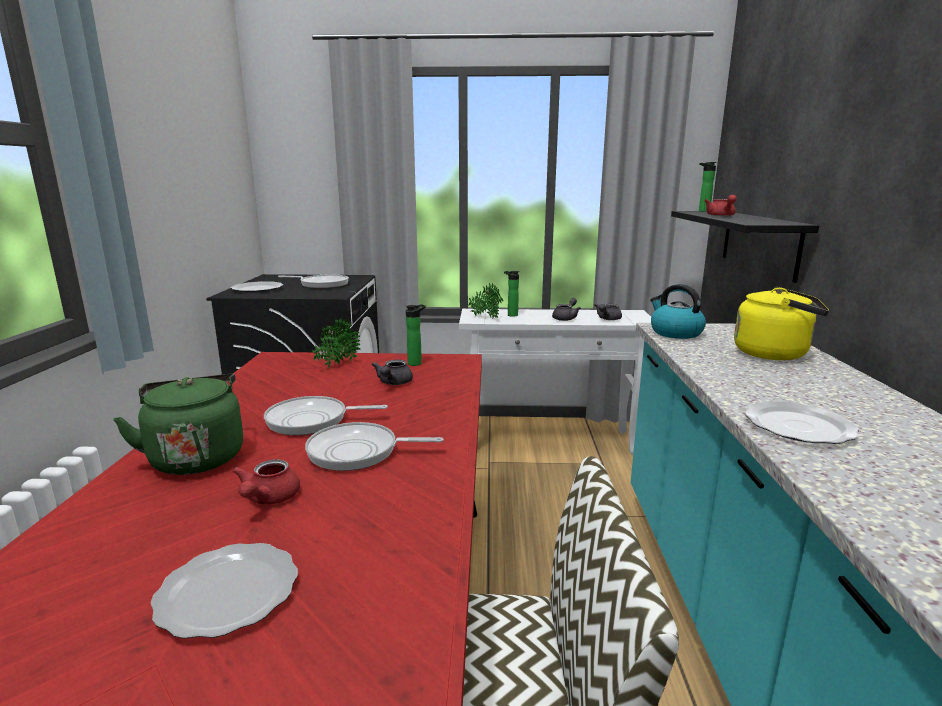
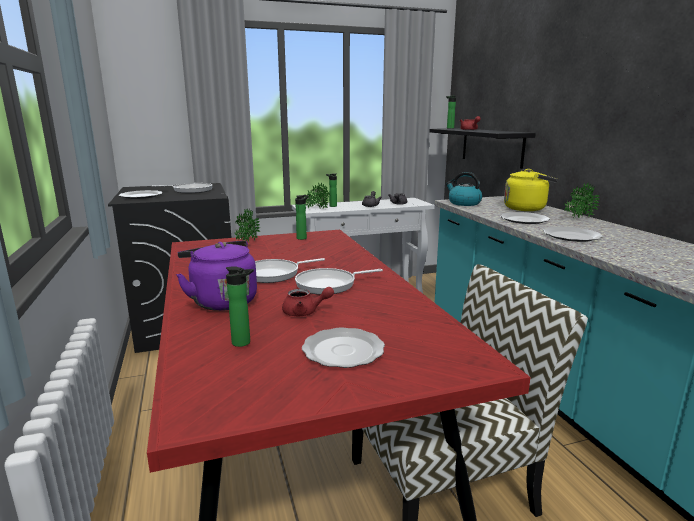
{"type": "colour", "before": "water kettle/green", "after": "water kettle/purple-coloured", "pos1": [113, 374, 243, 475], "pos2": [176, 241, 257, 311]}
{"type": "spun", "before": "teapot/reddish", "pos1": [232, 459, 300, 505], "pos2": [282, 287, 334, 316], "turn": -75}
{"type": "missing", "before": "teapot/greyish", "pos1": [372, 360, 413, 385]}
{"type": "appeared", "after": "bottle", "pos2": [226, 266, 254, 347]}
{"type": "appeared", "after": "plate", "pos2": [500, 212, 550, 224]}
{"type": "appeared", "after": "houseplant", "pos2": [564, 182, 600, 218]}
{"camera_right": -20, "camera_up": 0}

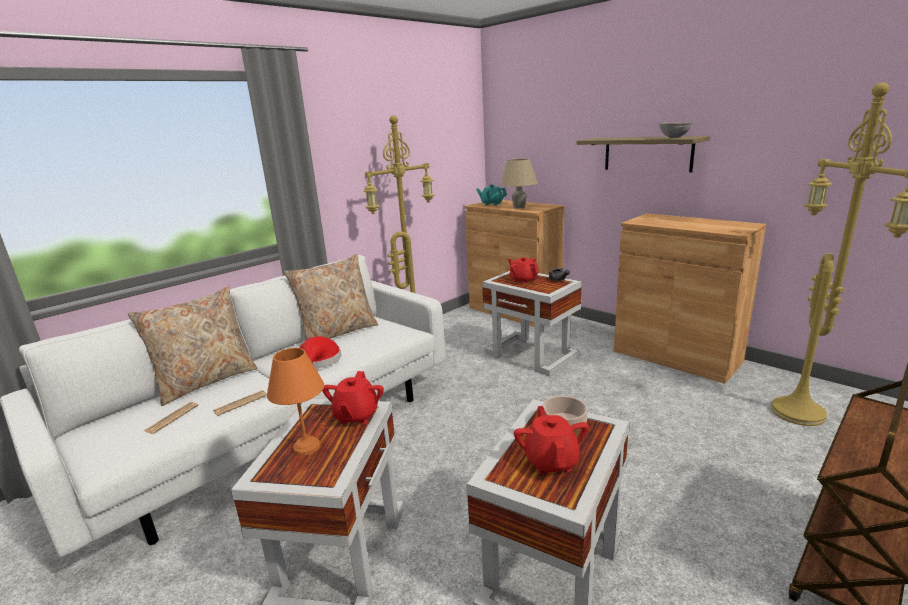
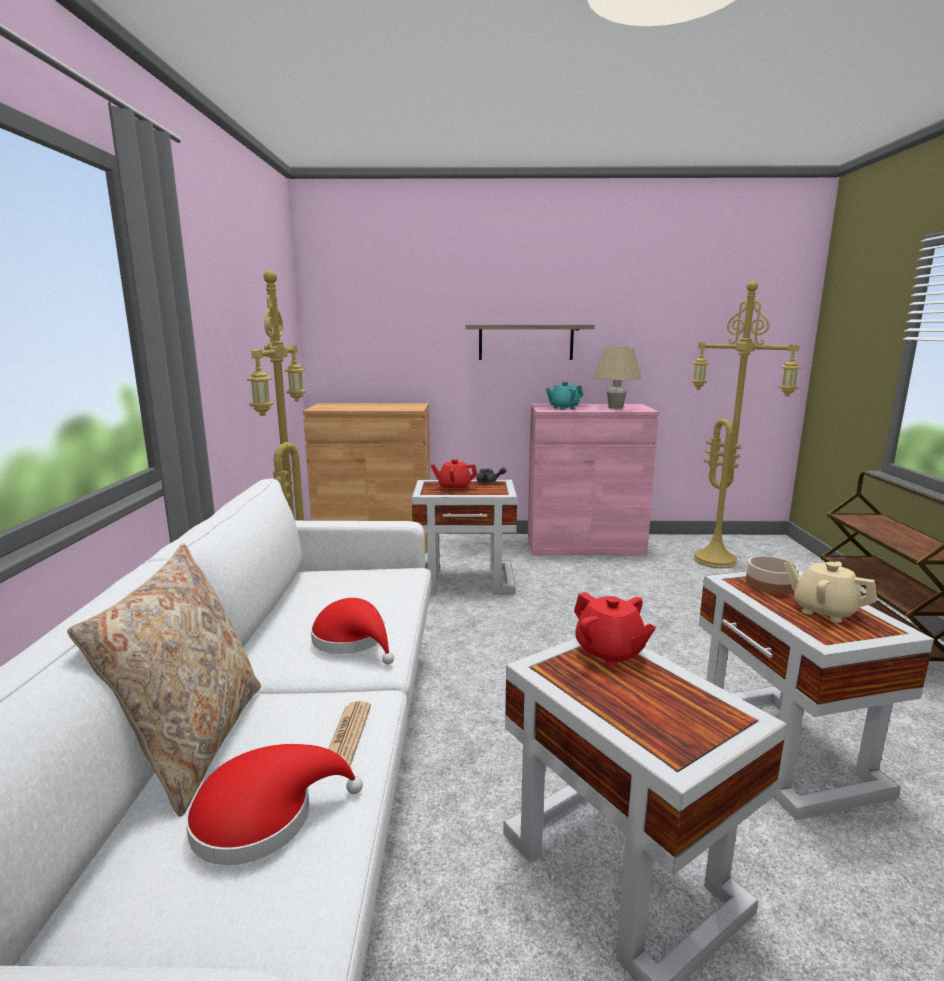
{"type": "exchanged", "before": "printed paper", "after": "wearable hat/reddish", "pos1": [144, 402, 198, 434], "pos2": [186, 744, 363, 865]}
{"type": "missing", "before": "tabletop lamp/orange", "pos1": [267, 348, 324, 456]}
{"type": "missing", "before": "pillow/beige-coloured", "pos1": [284, 254, 378, 340]}
{"type": "relocated", "before": "teapot/turquoise", "pos1": [476, 184, 507, 206], "pos2": [546, 382, 583, 410]}
{"type": "relocated", "before": "tabletop lamp/beige-coloured", "pos1": [500, 158, 538, 209], "pos2": [594, 347, 642, 409]}
{"type": "colour", "before": "teapot/reddish", "after": "teapot/beige-coloured", "pos1": [514, 406, 589, 474], "pos2": [784, 561, 877, 623]}
{"type": "colour", "before": "cabinet/brown-coloured", "after": "cabinet/pinkish", "pos1": [614, 213, 766, 384], "pos2": [528, 404, 659, 555]}
{"type": "missing", "before": "bowl/greyish", "pos1": [659, 122, 692, 138]}
{"camera_right": -45, "camera_up": -5}

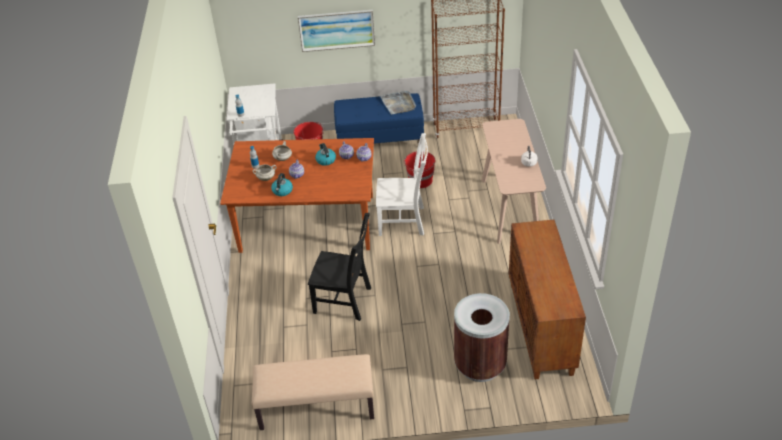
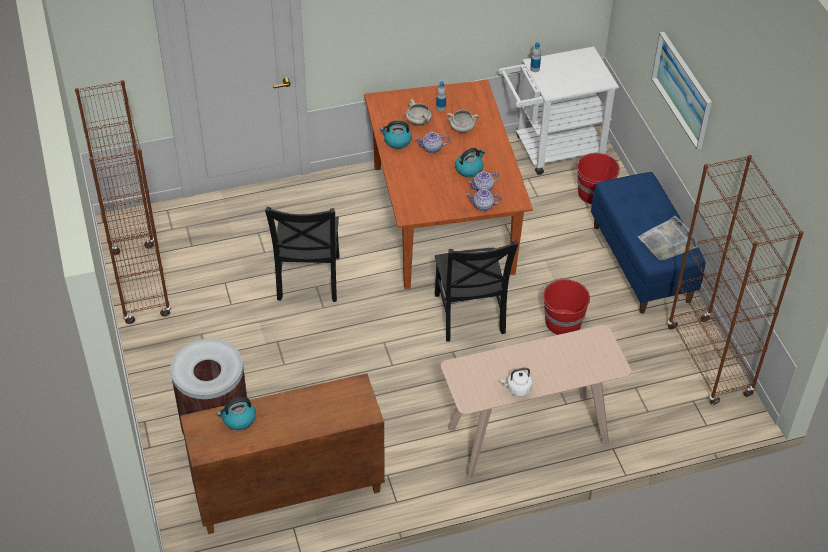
{"type": "exchanged", "before": "indoor bench/beige-coloured", "after": "bookshelf/brown-coloured", "pos1": [252, 354, 374, 430], "pos2": [75, 80, 171, 324]}
{"type": "colour", "before": "upright chair/white", "after": "upright chair/blackish", "pos1": [376, 133, 428, 236], "pos2": [435, 240, 518, 342]}
{"type": "appeared", "after": "water kettle", "pos2": [216, 397, 256, 430]}
{"camera_right": 75, "camera_up": 5}

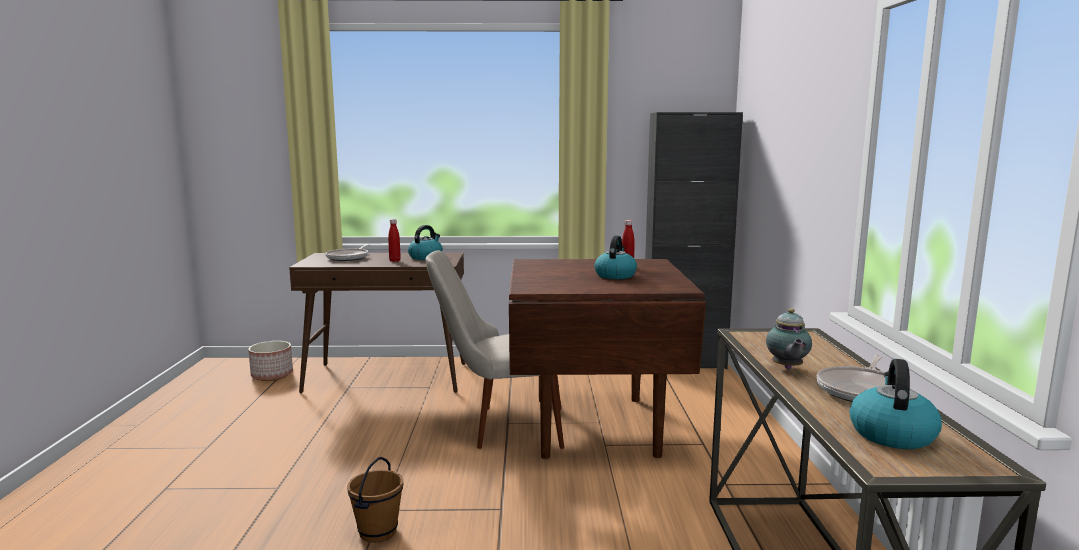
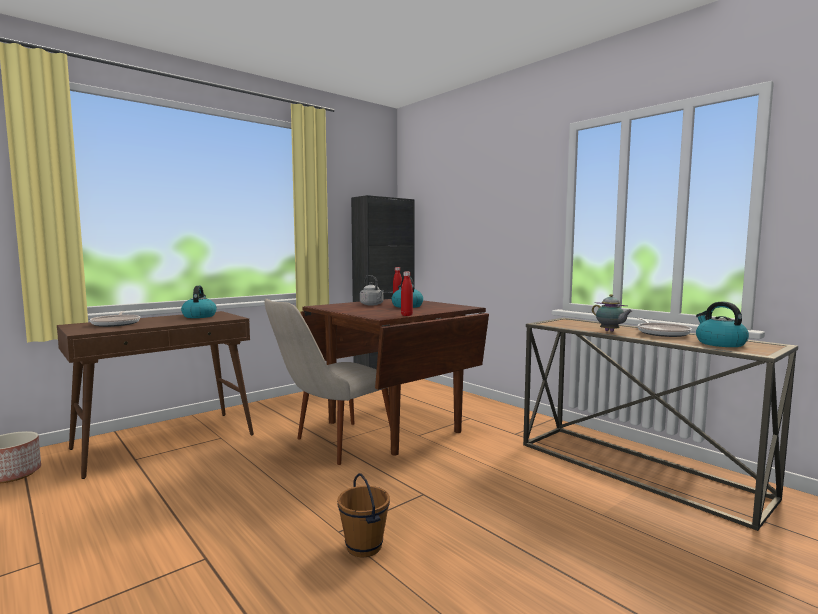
{"type": "relocated", "before": "bottle/reddish", "pos1": [388, 219, 401, 262], "pos2": [401, 272, 413, 316]}
{"type": "appeared", "after": "water kettle/greyish", "pos2": [360, 275, 384, 305]}
{"camera_right": -40, "camera_up": -5}

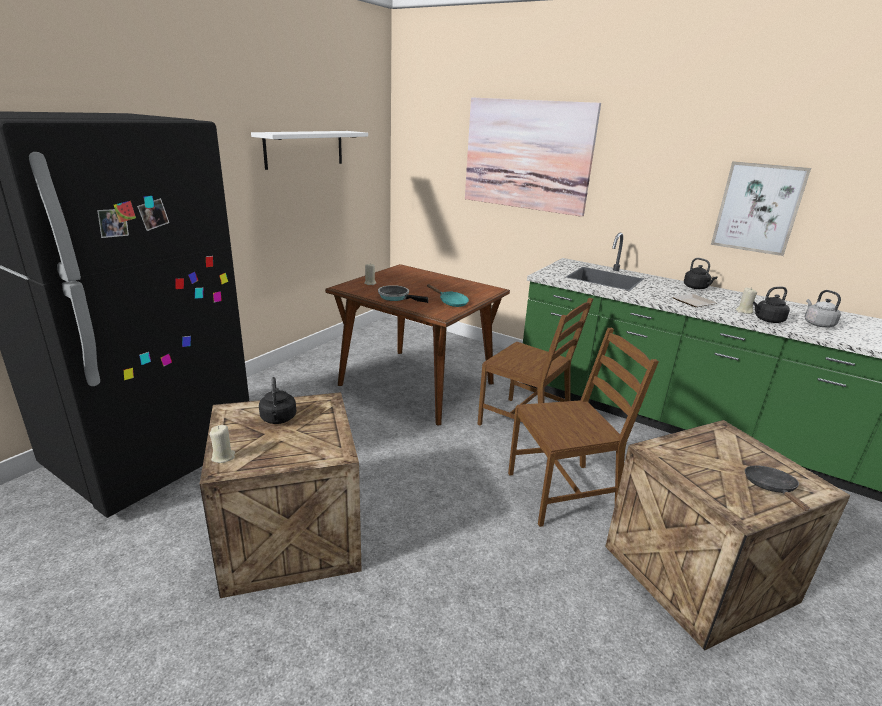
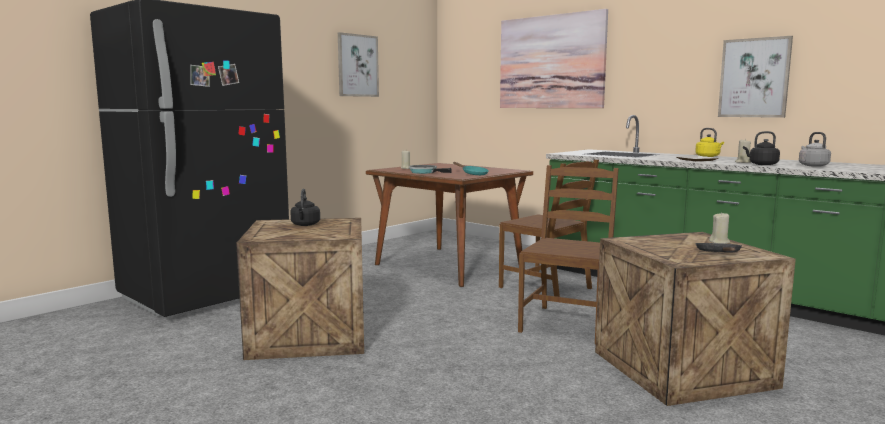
{"type": "relocated", "before": "wax light/beige-coloured", "pos1": [209, 425, 235, 463], "pos2": [709, 212, 730, 244]}
{"type": "exchanged", "before": "shelf/white", "after": "wall picture", "pos1": [251, 131, 368, 170], "pos2": [338, 32, 379, 97]}
{"type": "spun", "before": "upright chair/brown-coloured", "pos1": [508, 328, 659, 527], "pos2": [518, 165, 619, 344], "turn": -60}
{"type": "colour", "before": "water kettle/blackish", "after": "water kettle/yellow-coloured", "pos1": [684, 258, 717, 289], "pos2": [695, 128, 724, 157]}
{"camera_right": 10, "camera_up": -15}

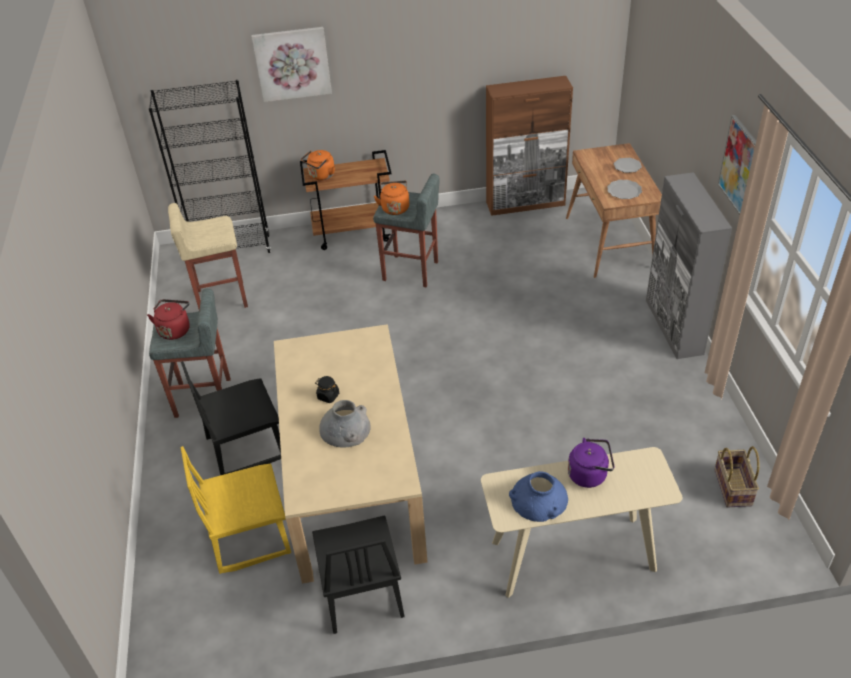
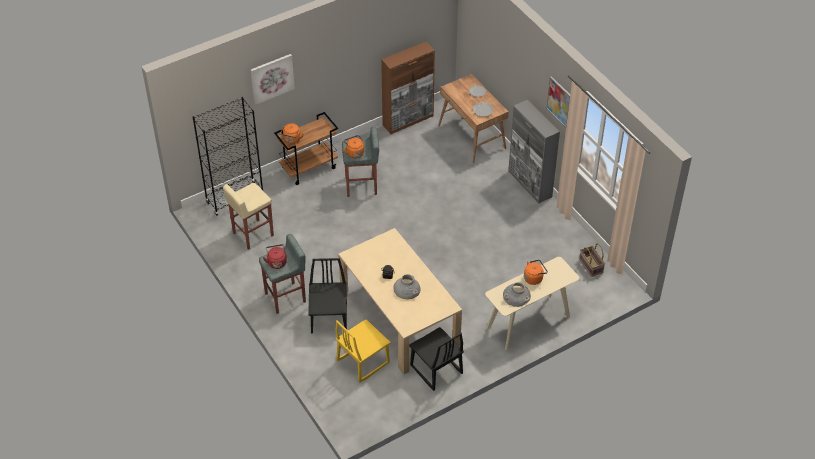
{"type": "spun", "before": "upright chair/blackish", "pos1": [181, 361, 281, 475], "pos2": [309, 258, 347, 333], "turn": 135}
{"type": "colour", "before": "decorative vase/blue-coloured", "after": "decorative vase/greyish", "pos1": [509, 471, 568, 522], "pos2": [503, 282, 531, 307]}
{"type": "colour", "before": "water kettle/purple-coloured", "after": "water kettle/orange", "pos1": [568, 438, 614, 488], "pos2": [524, 260, 548, 285]}
{"camera_right": -25, "camera_up": 5}

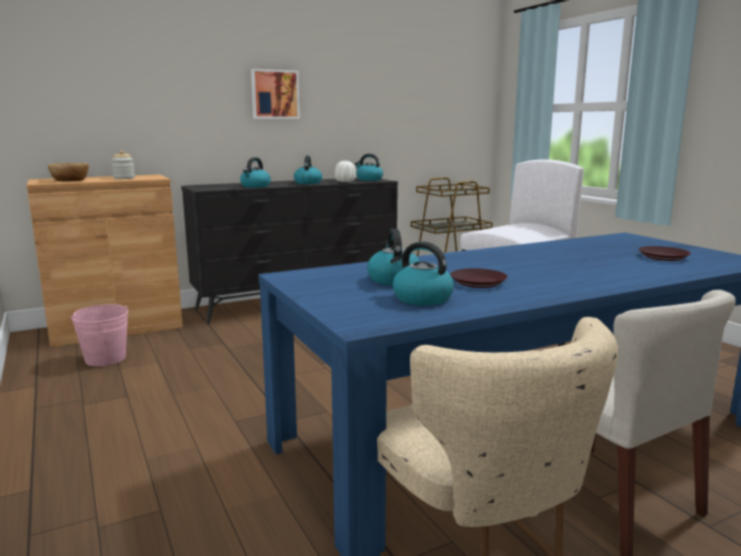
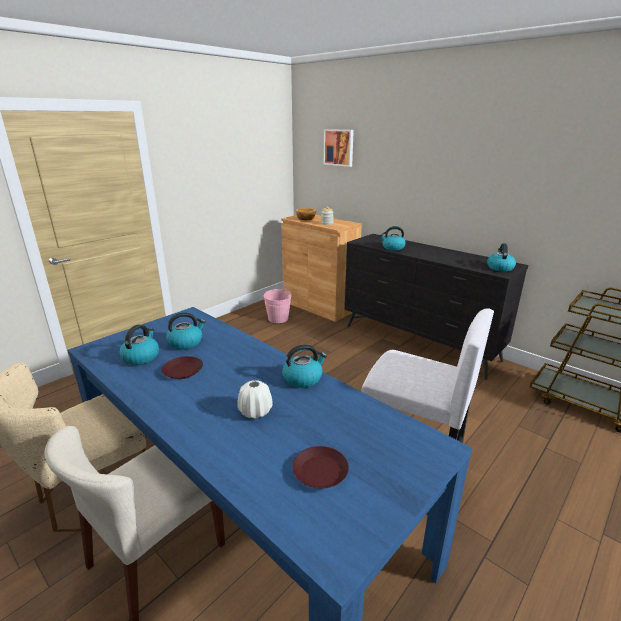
{"type": "relocated", "before": "wall picture", "pos1": [251, 69, 300, 119], "pos2": [323, 129, 354, 167]}
{"type": "relocated", "before": "water kettle", "pos1": [294, 156, 322, 184], "pos2": [282, 344, 327, 388]}
{"type": "relocated", "before": "decorative vase/white", "pos1": [335, 161, 356, 182], "pos2": [237, 380, 273, 419]}
{"camera_right": 70, "camera_up": 10}

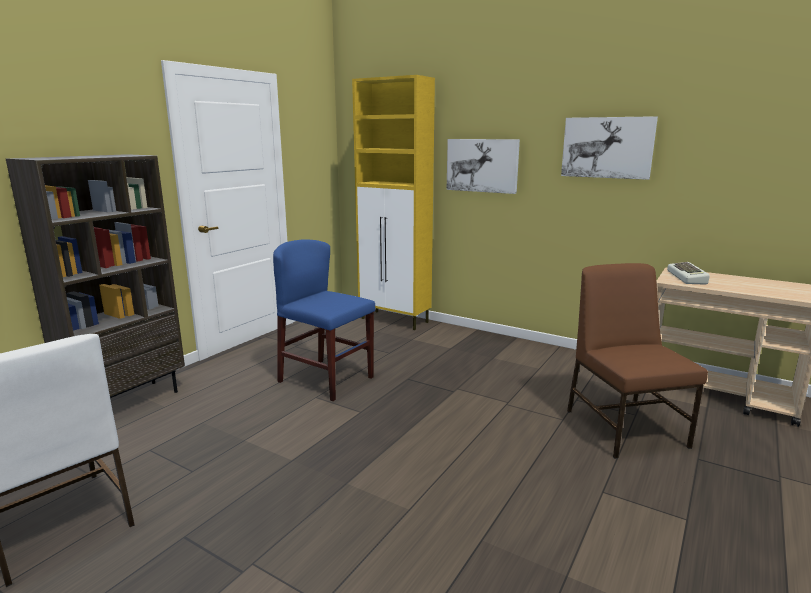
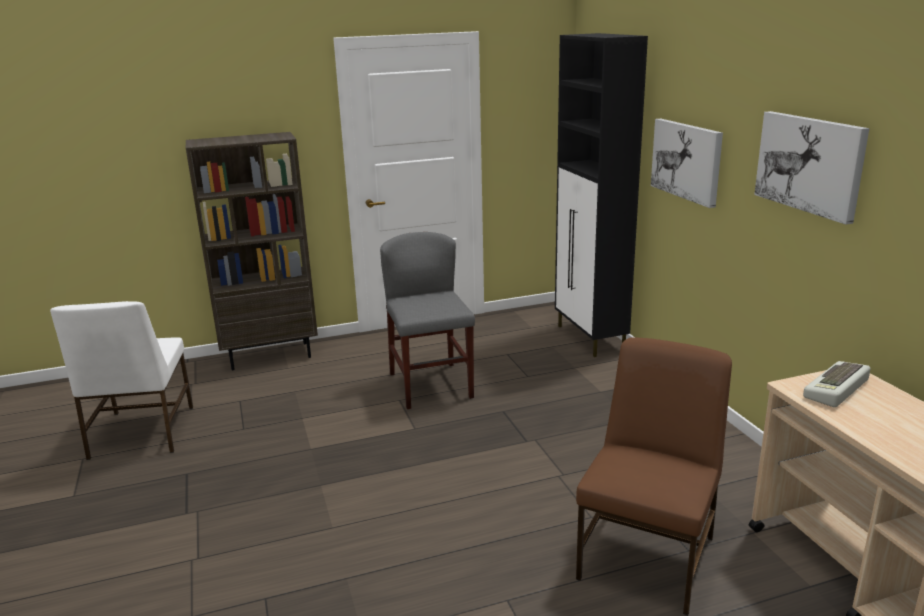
{"type": "colour", "before": "upright chair/blue-coloured", "after": "upright chair/greyish", "pos1": [273, 240, 375, 401], "pos2": [380, 232, 475, 409]}
{"type": "colour", "before": "cabinet/yellow-coloured", "after": "cabinet/blackish", "pos1": [352, 75, 435, 330], "pos2": [555, 33, 648, 357]}
{"camera_right": 40, "camera_up": 5}

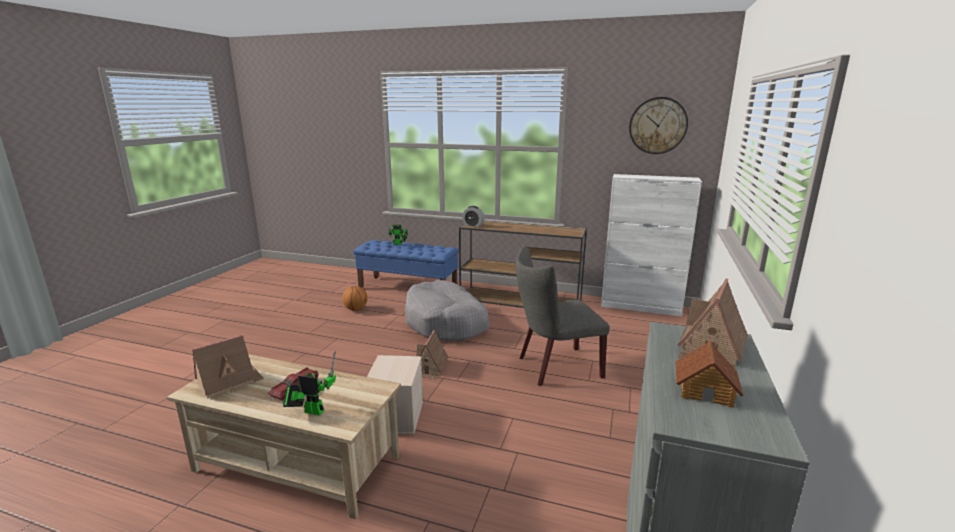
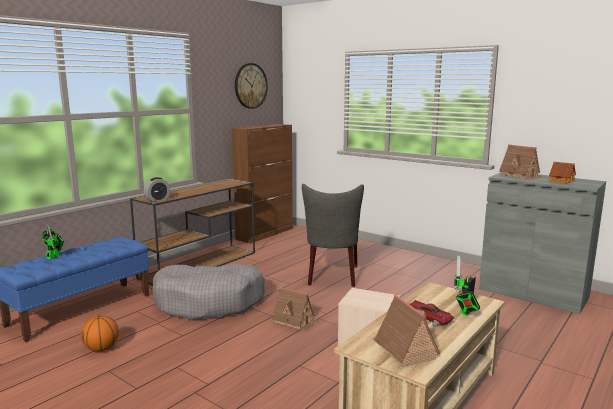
{"type": "colour", "before": "cabinet/white", "after": "cabinet/brown-coloured", "pos1": [601, 174, 702, 317], "pos2": [232, 124, 293, 244]}
{"camera_right": -70, "camera_up": -5}

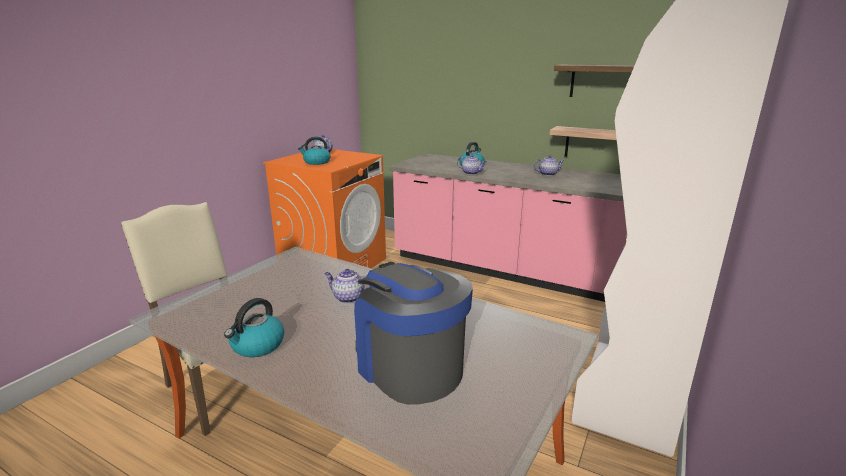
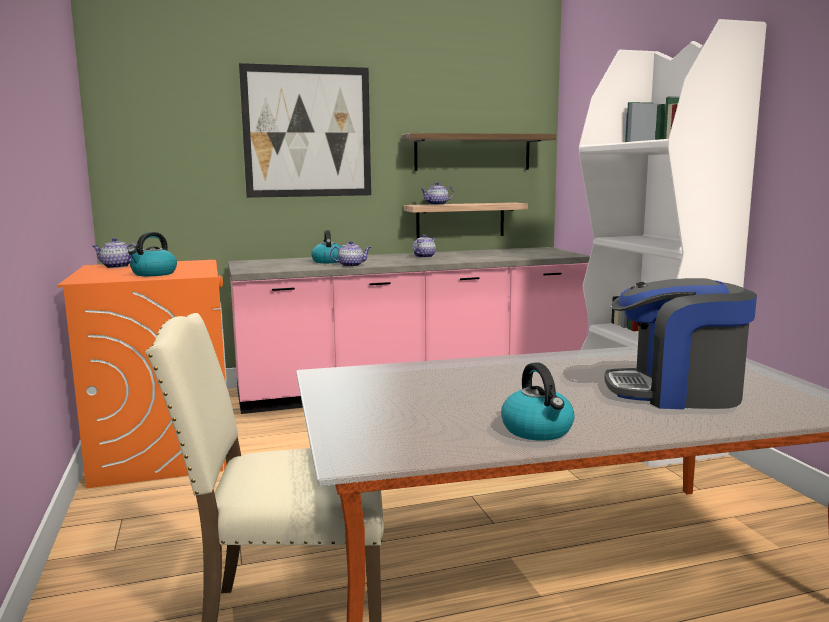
{"type": "relocated", "before": "teapot", "pos1": [324, 269, 364, 303], "pos2": [421, 182, 454, 205]}
{"type": "appeared", "after": "wall picture", "pos2": [239, 63, 371, 198]}
{"camera_right": -45, "camera_up": -10}

